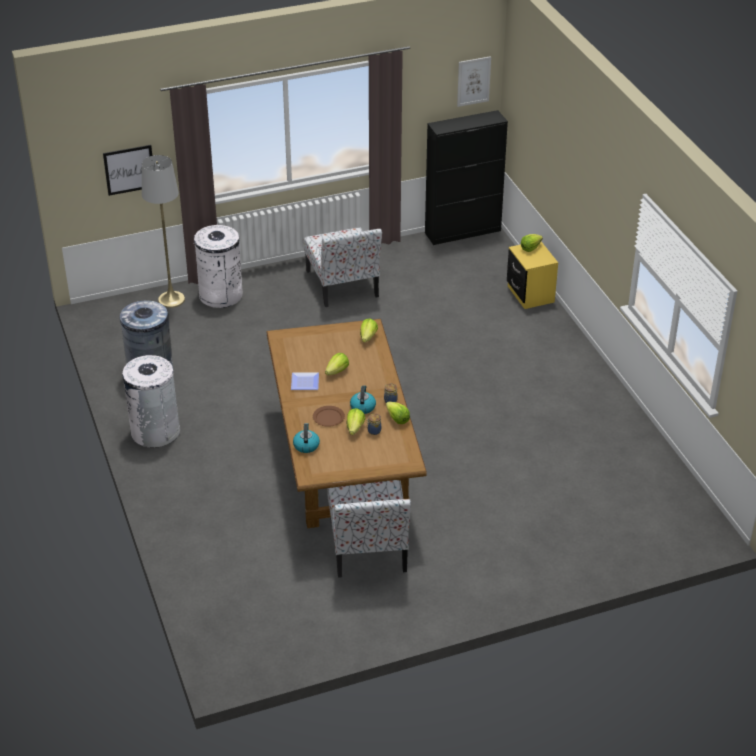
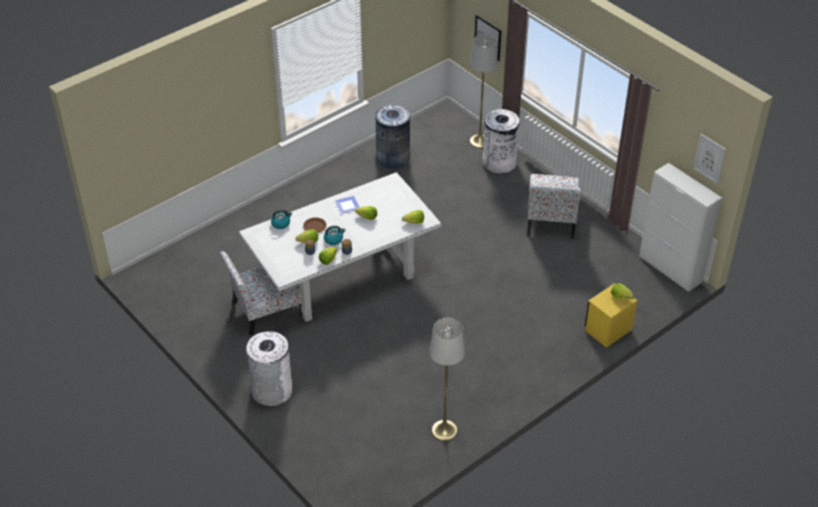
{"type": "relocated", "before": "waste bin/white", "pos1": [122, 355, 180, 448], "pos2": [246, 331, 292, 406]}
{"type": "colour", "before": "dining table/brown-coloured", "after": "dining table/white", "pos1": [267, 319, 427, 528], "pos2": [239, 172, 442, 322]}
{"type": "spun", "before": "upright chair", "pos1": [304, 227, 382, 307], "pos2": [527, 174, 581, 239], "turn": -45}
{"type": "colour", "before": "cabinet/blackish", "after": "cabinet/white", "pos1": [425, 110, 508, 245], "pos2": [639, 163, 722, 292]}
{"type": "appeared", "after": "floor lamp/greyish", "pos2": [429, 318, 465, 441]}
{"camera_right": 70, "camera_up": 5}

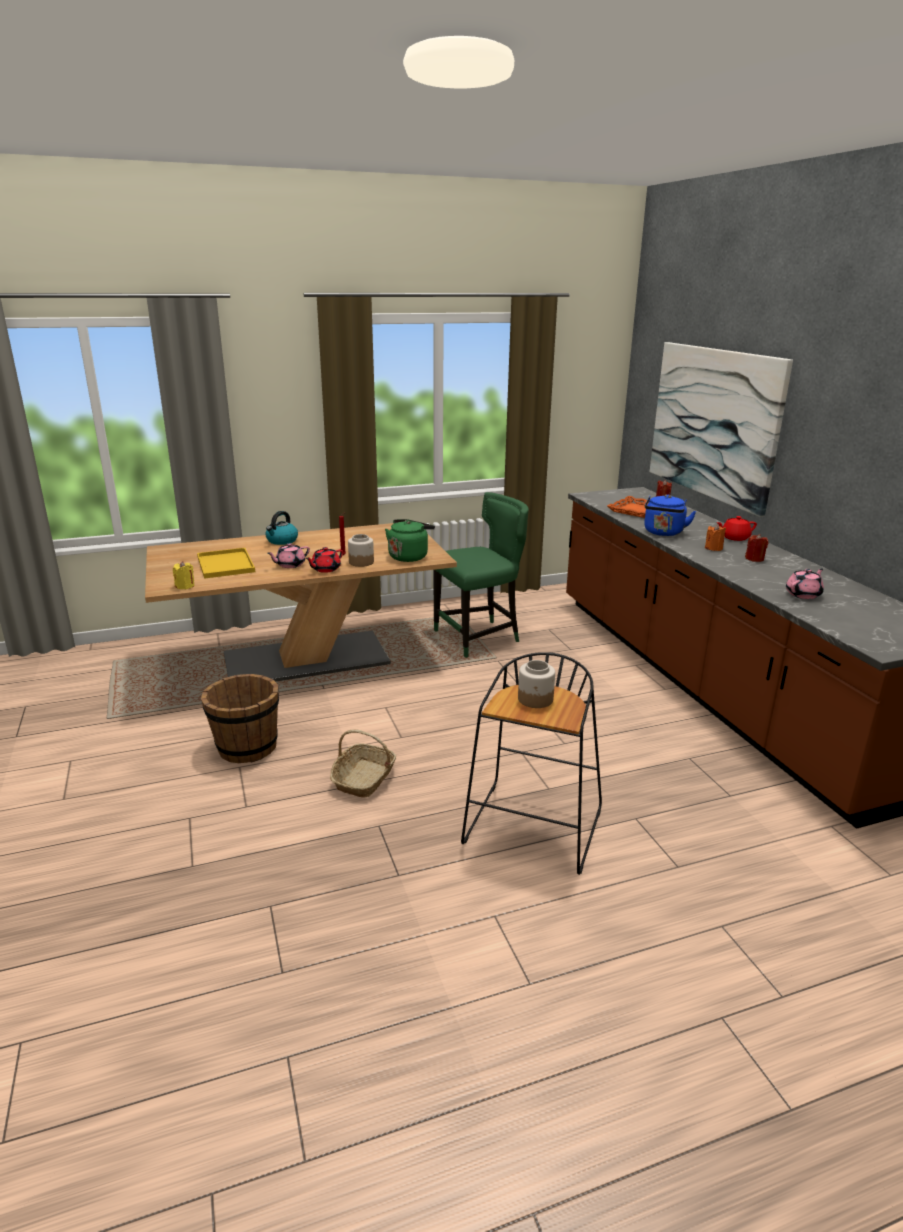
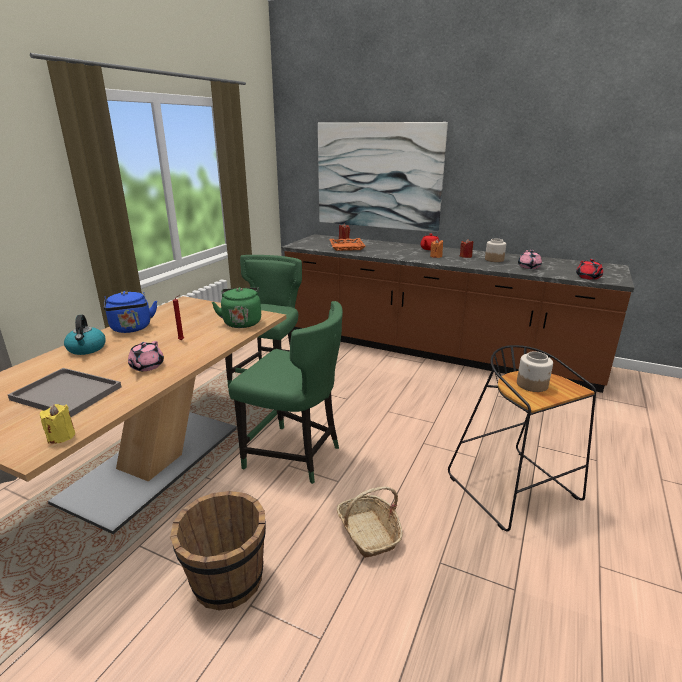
{"type": "colour", "before": "tray/yellow-coloured", "after": "tray/greyish", "pos1": [197, 548, 255, 579], "pos2": [8, 368, 122, 417]}
{"type": "relocated", "before": "teapot/reddish", "pos1": [305, 547, 343, 573], "pos2": [576, 259, 604, 280]}
{"type": "relocated", "before": "jar", "pos1": [348, 534, 374, 567], "pos2": [485, 239, 506, 262]}
{"type": "relocated", "before": "water kettle/blue-coloured", "pos1": [644, 494, 696, 536], "pos2": [104, 291, 157, 333]}
{"type": "appeared", "after": "upright chair/green", "pos2": [229, 301, 343, 484]}
{"camera_right": -45, "camera_up": 0}

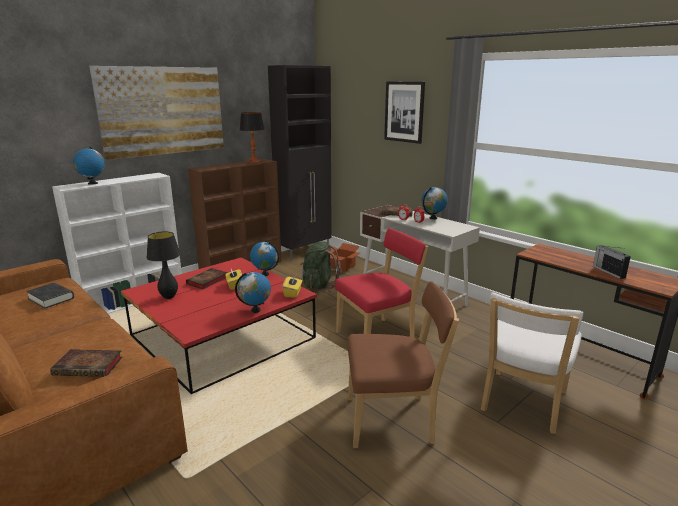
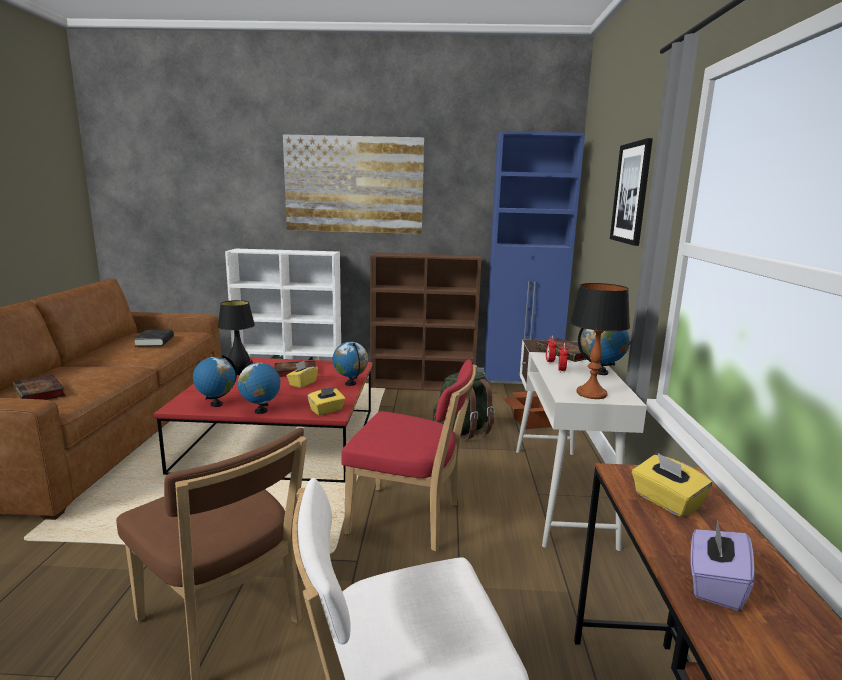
{"type": "relocated", "before": "globe", "pos1": [73, 147, 105, 185], "pos2": [193, 355, 237, 407]}
{"type": "relocated", "before": "tabletop lamp", "pos1": [240, 112, 265, 163], "pos2": [570, 283, 630, 399]}
{"type": "colour", "before": "cabinet/blackish", "after": "cabinet/blue-coloured", "pos1": [268, 65, 332, 260], "pos2": [484, 131, 585, 385]}
{"type": "exchanged", "before": "radio receiver", "after": "tissue holder/purple-coloured", "pos1": [593, 245, 631, 279], "pos2": [691, 519, 755, 611]}
{"type": "appeared", "after": "tissue holder/yellow-coloured", "pos2": [632, 453, 712, 517]}
{"camera_right": 45, "camera_up": -5}

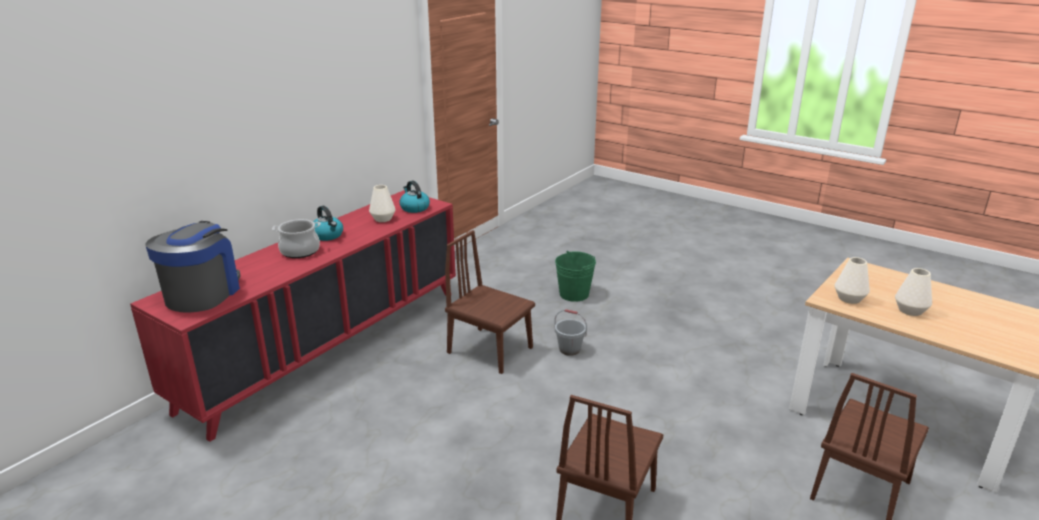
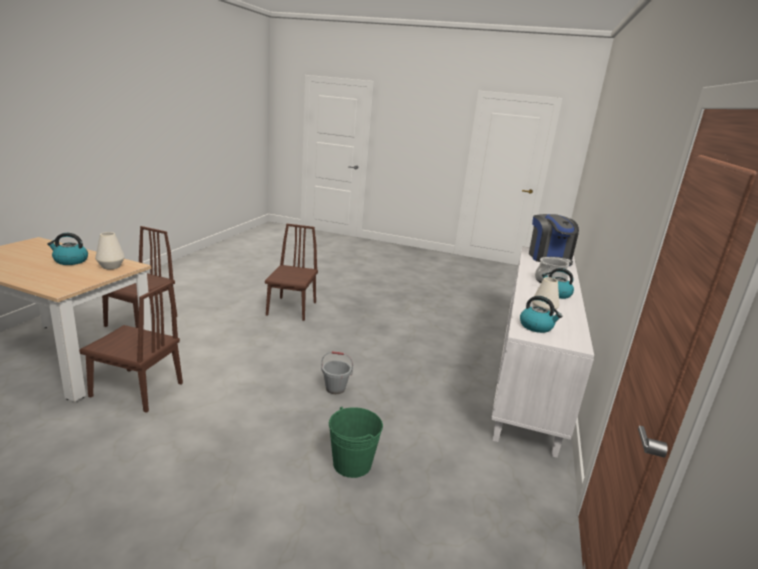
{"type": "colour", "before": "cabinet/reddish", "after": "cabinet/white", "pos1": [130, 190, 456, 442], "pos2": [491, 246, 594, 458]}
{"type": "relocated", "before": "upright chair/brown-coloured", "pos1": [445, 230, 535, 374], "pos2": [79, 282, 183, 413]}
{"type": "exchanged", "before": "decorative vase/white", "after": "water kettle", "pos1": [895, 268, 932, 316], "pos2": [47, 233, 88, 265]}
{"camera_right": 160, "camera_up": -5}

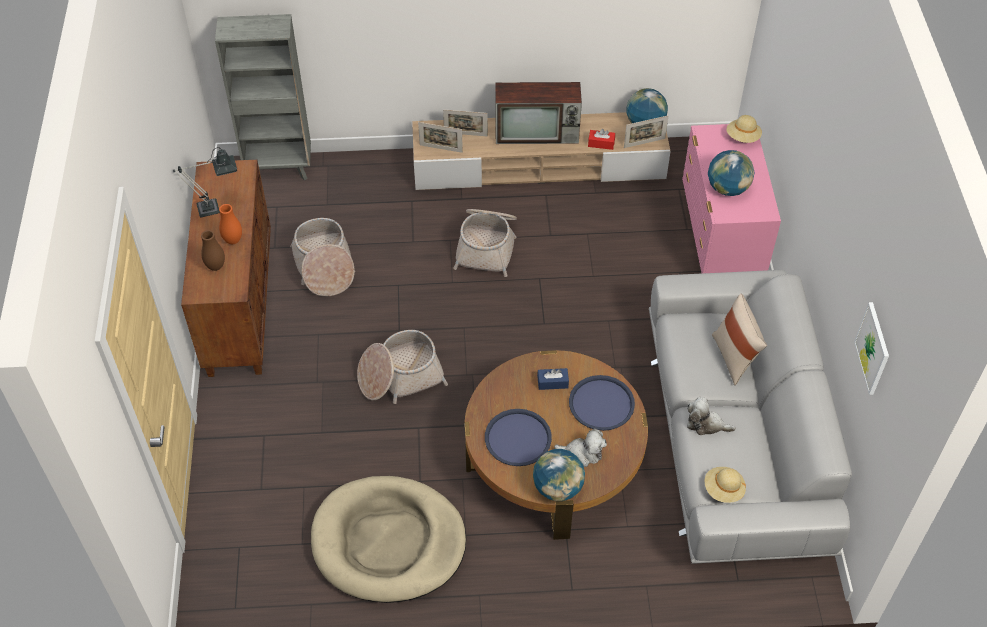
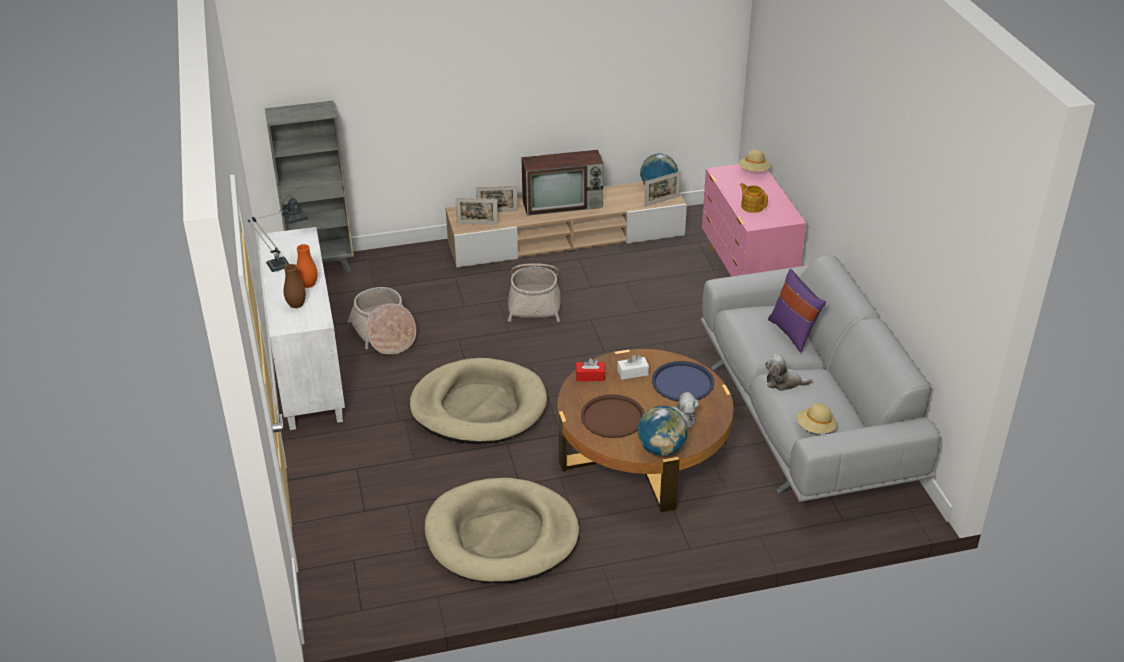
{"type": "colour", "before": "cabinet/brown-coloured", "after": "cabinet/white", "pos1": [181, 160, 271, 377], "pos2": [258, 227, 345, 430]}
{"type": "exchanged", "before": "storage basket", "after": "dog cushion/beige-coloured", "pos1": [357, 330, 448, 404], "pos2": [409, 358, 547, 444]}
{"type": "colour", "before": "tray/blue-coloured", "after": "tray/brown-coloured", "pos1": [485, 409, 552, 466], "pos2": [581, 394, 645, 438]}
{"type": "colour", "before": "tissue holder/blue-coloured", "after": "tissue holder/white", "pos1": [537, 368, 569, 390], "pos2": [617, 355, 649, 380]}
{"type": "relocated", "before": "tissue holder/reddish", "pos1": [588, 129, 615, 150], "pos2": [576, 358, 605, 381]}
{"type": "exchanged", "before": "globe", "after": "teapot", "pos1": [708, 150, 755, 196], "pos2": [739, 183, 768, 213]}
{"type": "colour", "before": "pillow/beige-coloured", "after": "pillow/purple-coloured", "pos1": [712, 293, 767, 386], "pos2": [768, 269, 826, 353]}
{"type": "missing", "before": "wall picture", "pos1": [854, 302, 889, 395]}
{"camera_right": -10, "camera_up": -15}

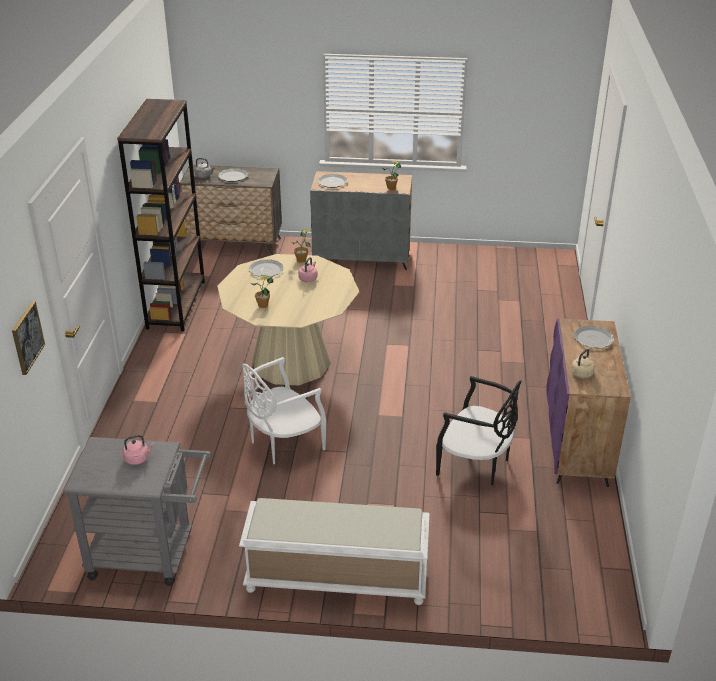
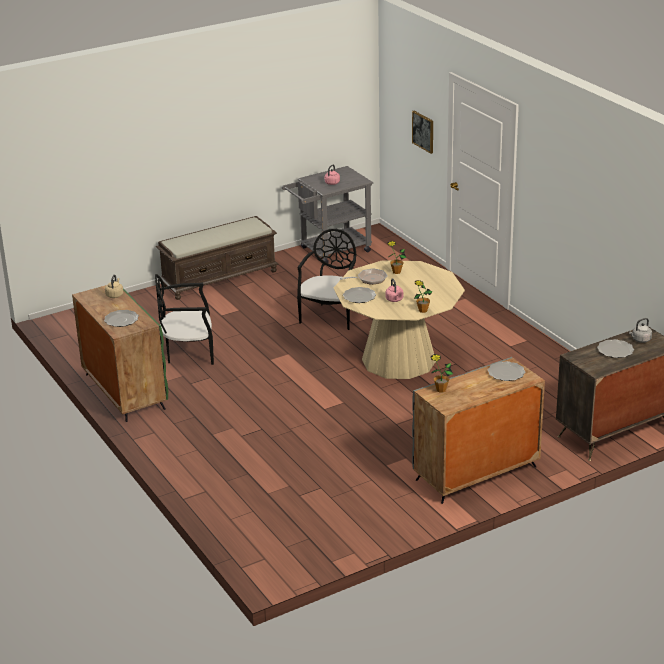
{"type": "missing", "before": "bookshelf/brown-coloured", "pos1": [117, 99, 205, 331]}
{"type": "colour", "before": "indoor bench/white", "after": "indoor bench/brown-coloured", "pos1": [239, 498, 430, 605], "pos2": [156, 216, 279, 300]}
{"type": "colour", "before": "upright chair/white", "after": "upright chair/blackish", "pos1": [242, 357, 326, 464], "pos2": [297, 229, 356, 330]}
{"type": "relocated", "before": "plate", "pos1": [249, 259, 284, 277], "pos2": [343, 287, 376, 303]}
{"type": "colour", "before": "cabinet/purple-coloured", "after": "cabinet/green", "pos1": [546, 318, 631, 487], "pos2": [72, 285, 168, 422]}
{"type": "appeared", "after": "pan", "pos2": [340, 268, 388, 285]}
{"camera_right": 145, "camera_up": -5}

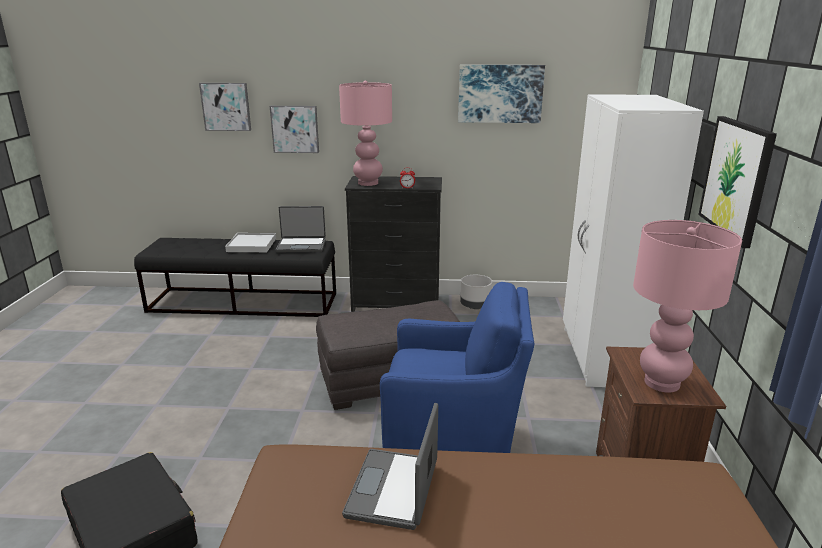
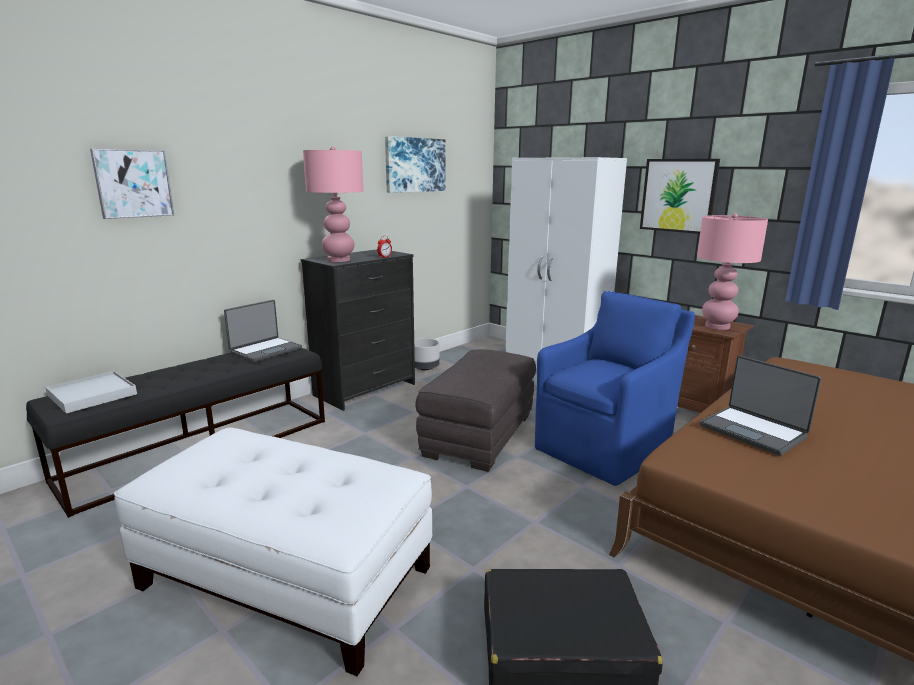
{"type": "relocated", "before": "tray/white", "pos1": [225, 233, 276, 252], "pos2": [46, 371, 137, 413]}
{"type": "missing", "before": "wall picture", "pos1": [270, 106, 319, 153]}
{"type": "appeared", "after": "footrest/white", "pos2": [114, 427, 432, 676]}
{"camera_right": -50, "camera_up": -5}

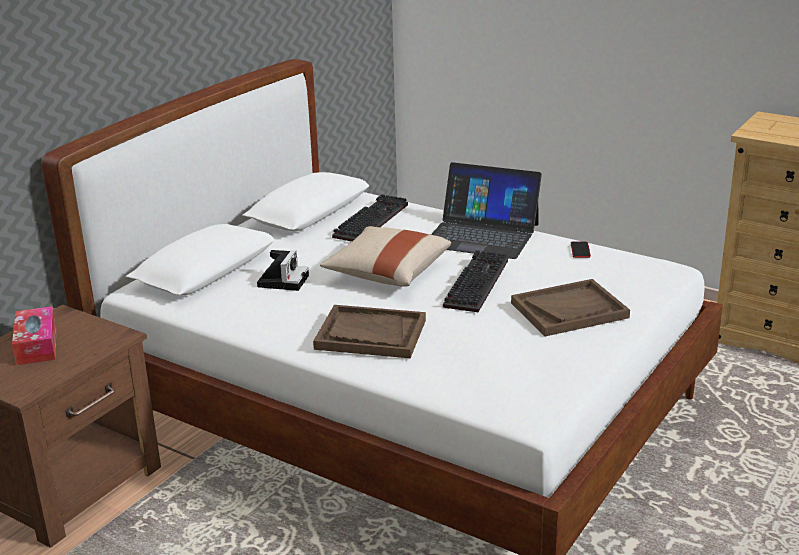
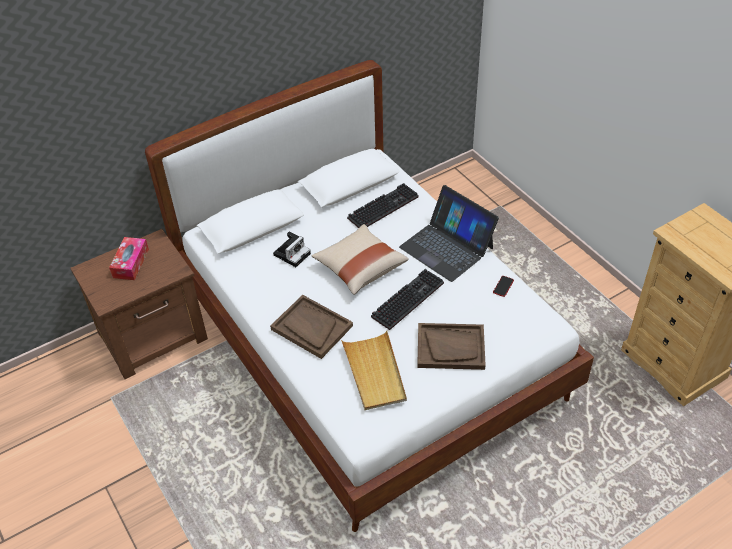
{"type": "appeared", "after": "tray/beige-coloured", "pos2": [341, 331, 407, 410]}
{"camera_right": 25, "camera_up": 20}

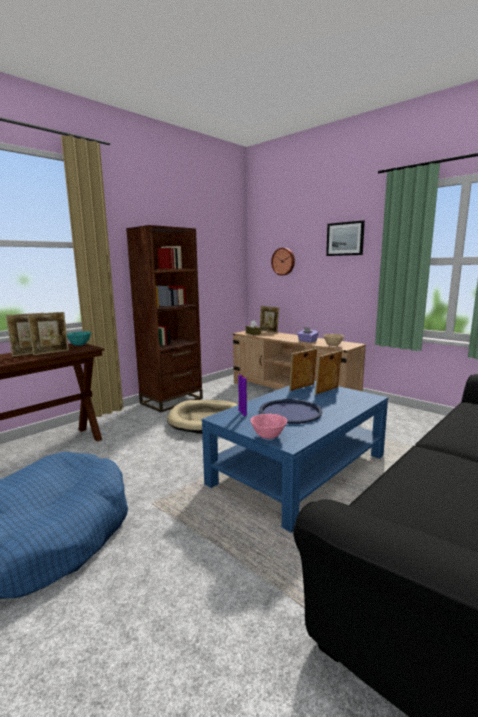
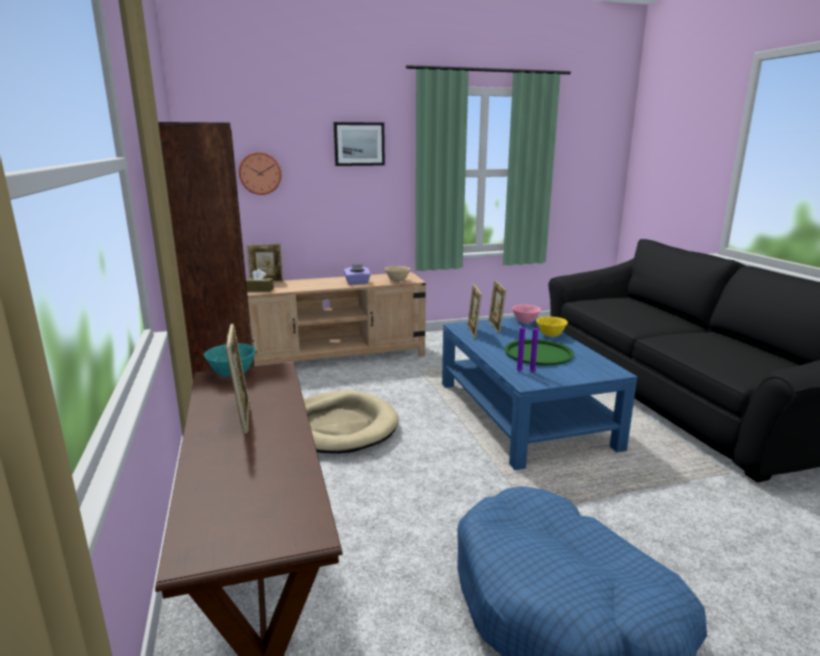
{"type": "missing", "before": "photo frame", "pos1": [27, 312, 69, 356]}
{"type": "relocated", "before": "bowl/pinkish", "pos1": [251, 414, 287, 439], "pos2": [512, 305, 541, 323]}
{"type": "colour", "before": "tray/blue-coloured", "after": "tray/green", "pos1": [259, 399, 322, 424], "pos2": [505, 339, 574, 365]}
{"type": "appeared", "after": "bowl/yellow-coloured", "pos2": [536, 317, 568, 337]}
{"camera_right": -60, "camera_up": 5}

